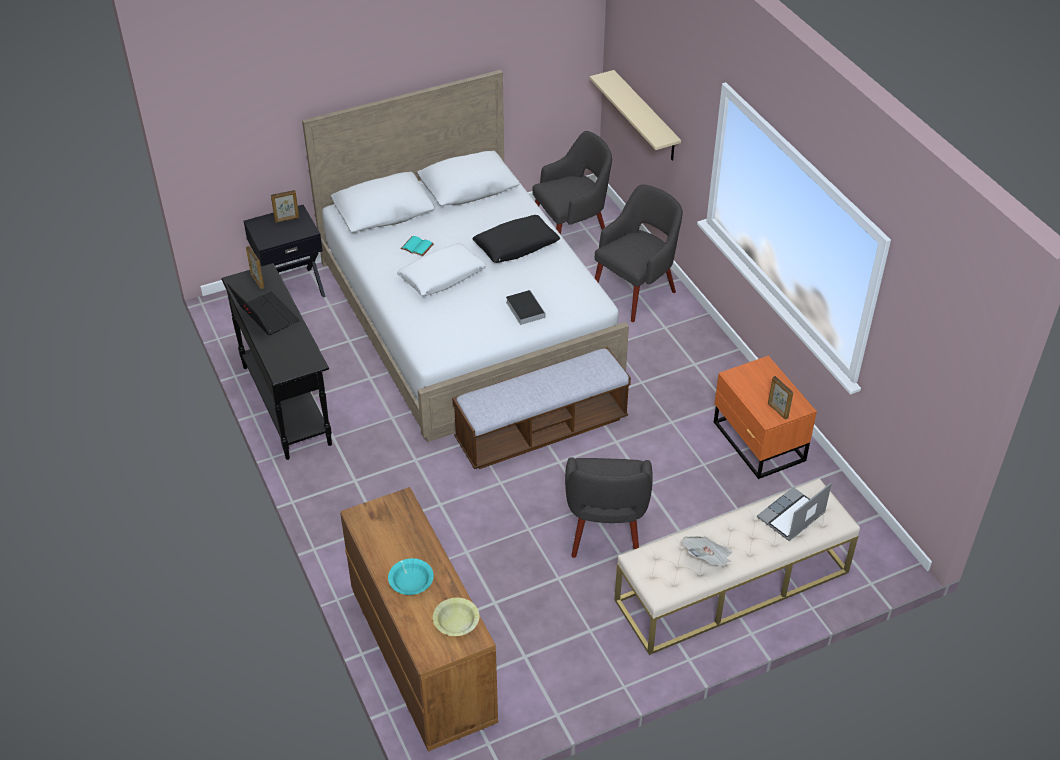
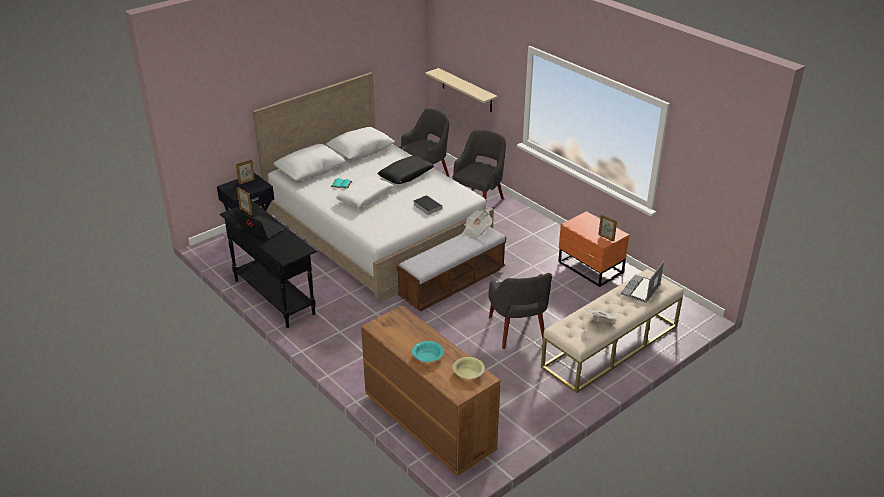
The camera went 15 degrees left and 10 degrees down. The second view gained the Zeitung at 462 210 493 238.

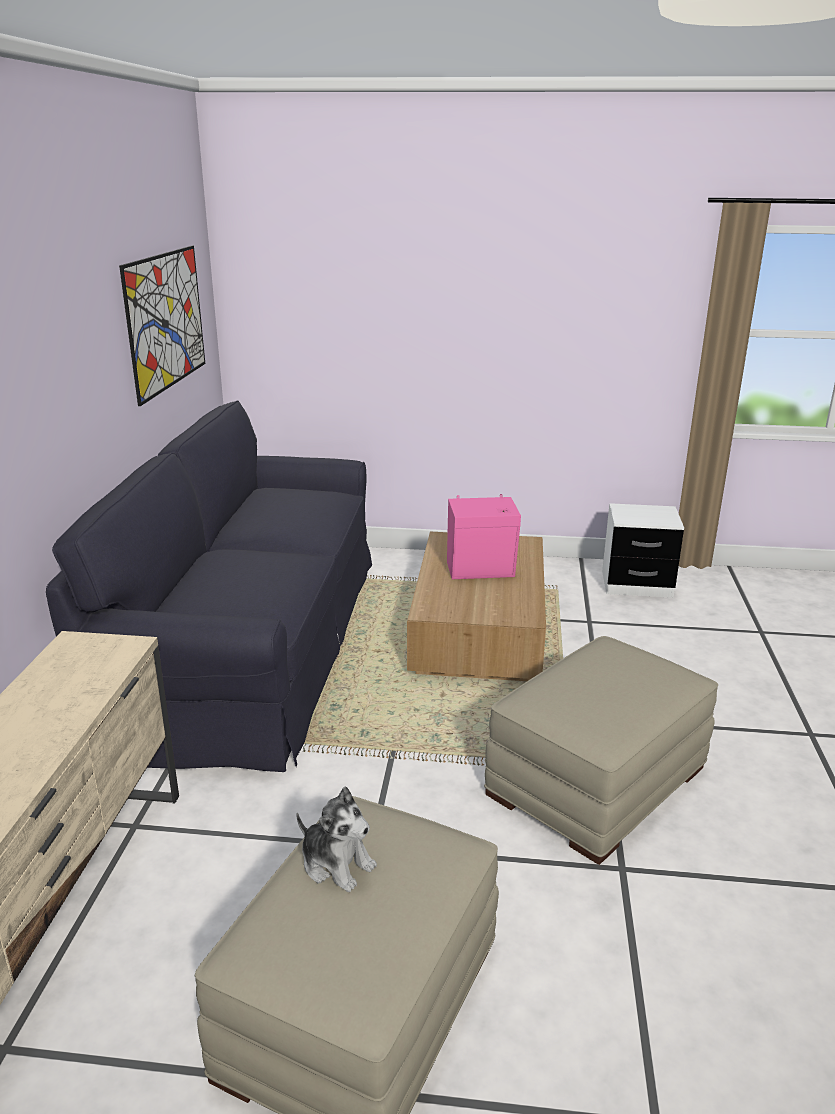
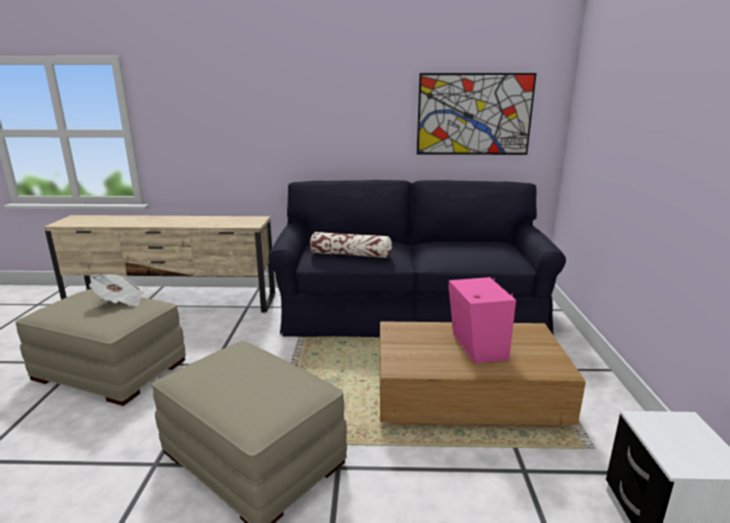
The camera went 85 degrees right and 5 degrees down. Where the Plüschtier stood at 296 787 377 892, the Zeitung came to stand at 89 274 144 306. The second view gained the Kissen at 310 232 392 258.

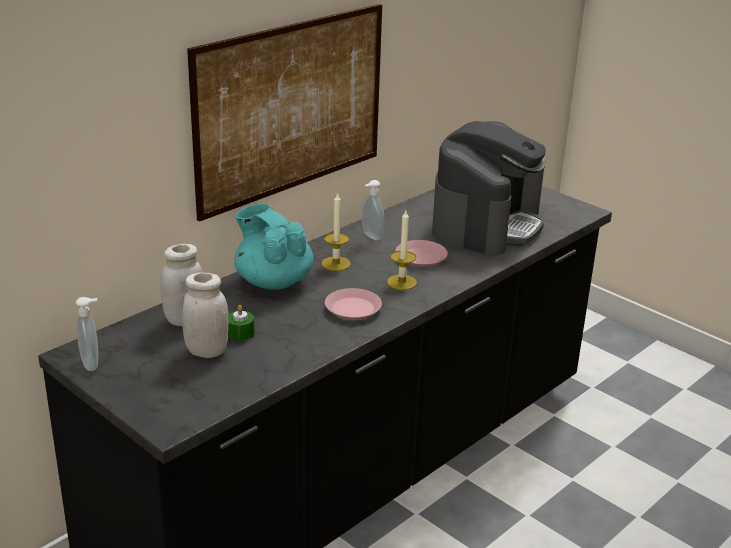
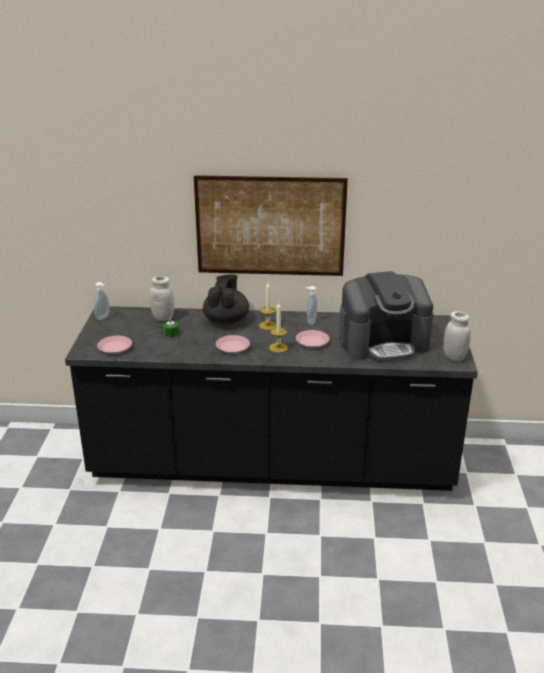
The camera went 50 degrees right and 0 degrees up. The second view gained the Teller (rosa) at 97 336 132 354. What was the Teekanne (türkis) at 234 204 314 290 turned into the Teekanne (schwarz) at 203 274 249 325. The Vorratsglas (weiß) ended up elsewhere, having gone from 182 272 229 358 to 443 311 471 361.

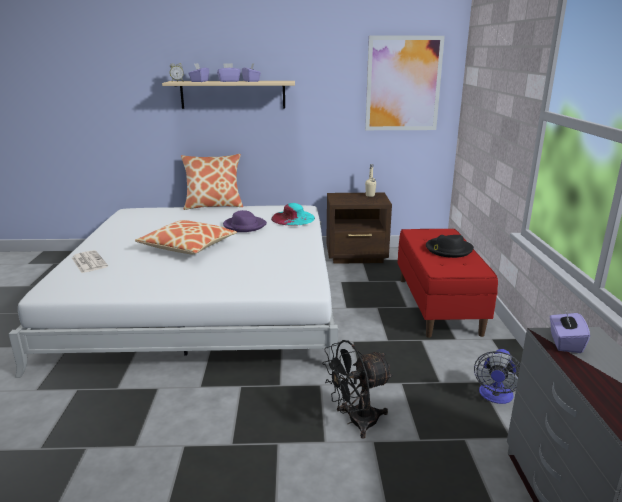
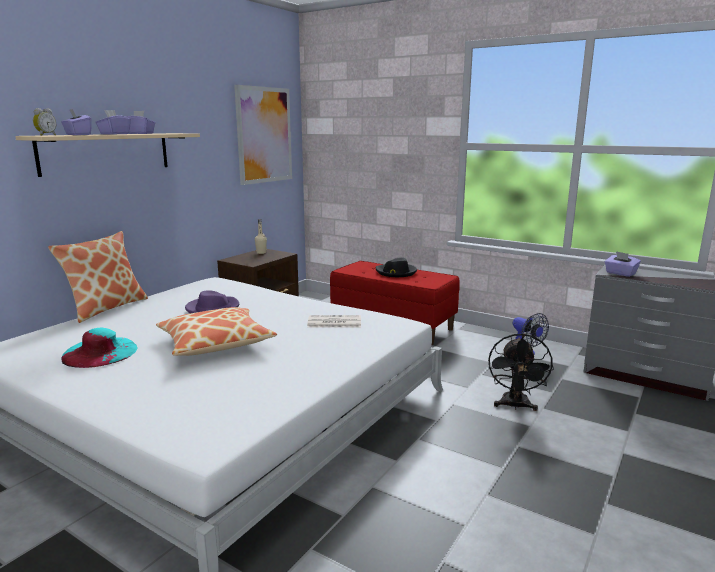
The camera went 55 degrees left and 5 degrees down. The Hut (türkis) ended up elsewhere, having gone from 271 203 315 226 to 61 328 138 368. The Zeitung ended up elsewhere, having gone from 72 250 108 273 to 307 315 361 328.

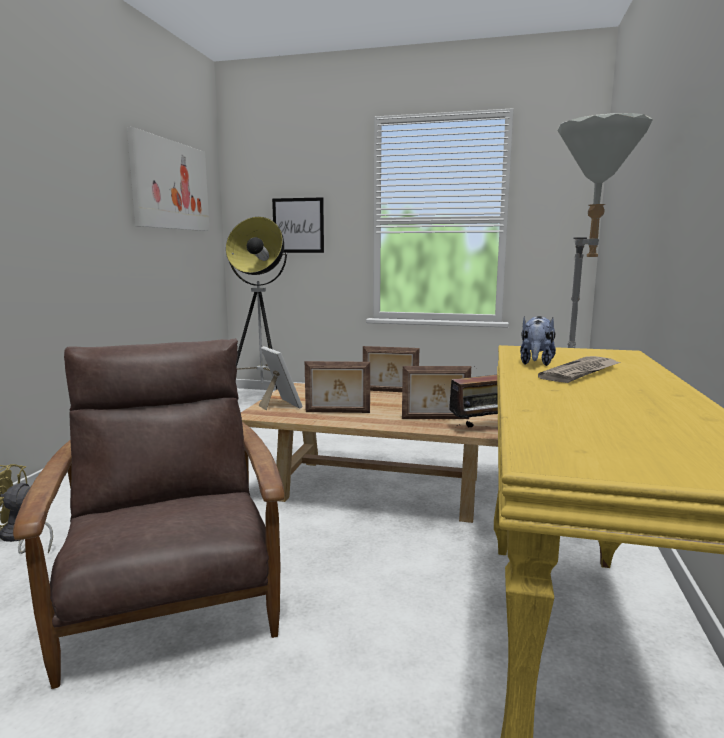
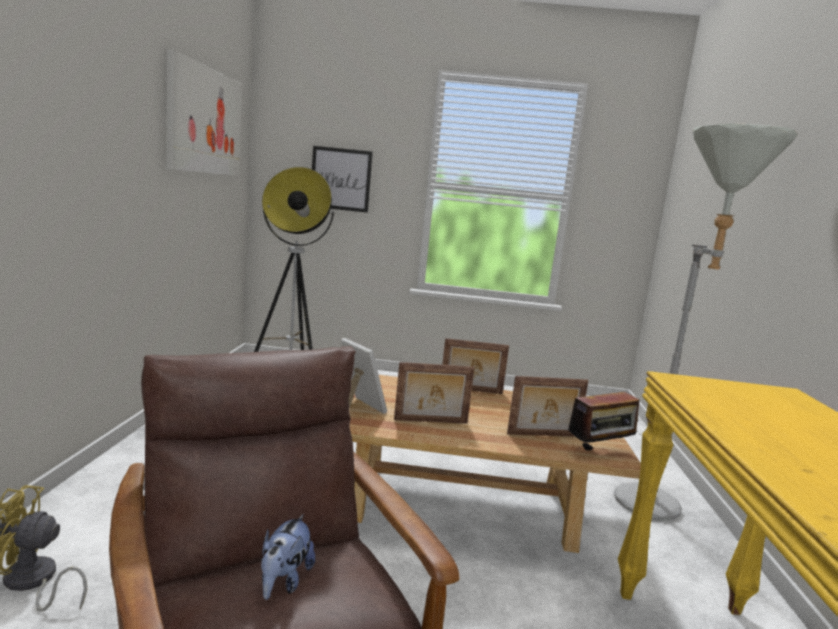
The camera went 10 degrees left and 0 degrees up. The Plüschtier ended up elsewhere, having gone from 520 316 556 366 to 261 514 315 600. The second view lost the Zeitung at 538 356 621 383.

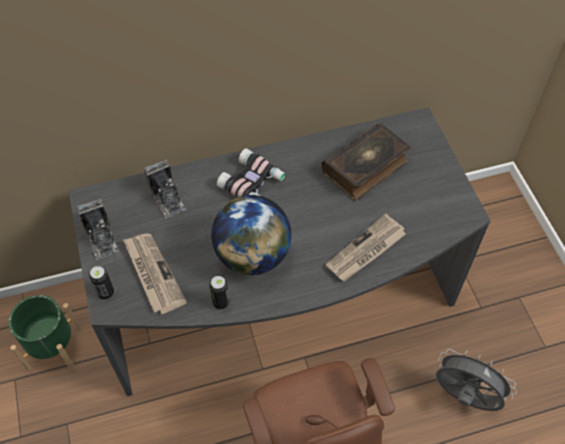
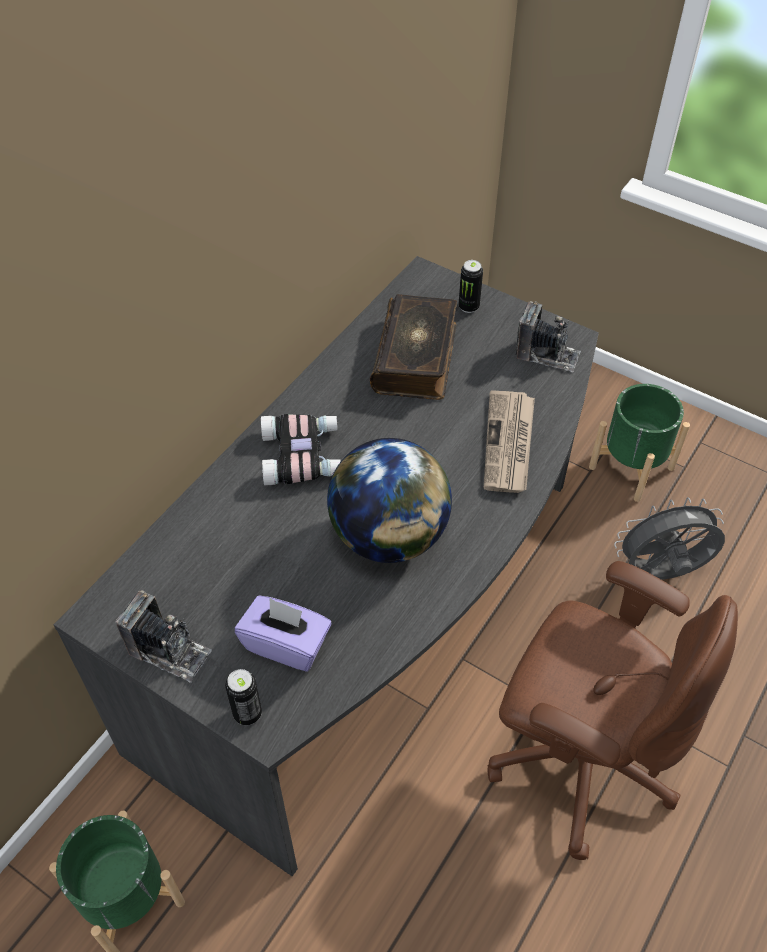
The camera went 40 degrees left and 5 degrees down. Where the Zeitung stood at 123 233 187 314, the Taschentuchbox (lila) came to stand at 235 596 332 672. The Dose ended up elsewhere, having gone from 209 276 230 309 to 459 260 483 313. The Kamera ended up elsewhere, having gone from 144 159 186 219 to 516 301 581 372. The second view gained the Pflanzkübel (grün) at 589 384 690 502.

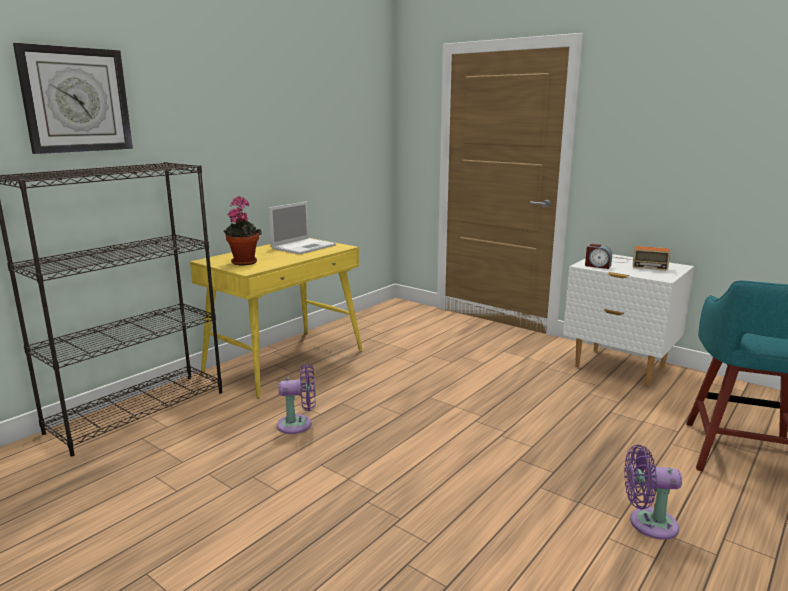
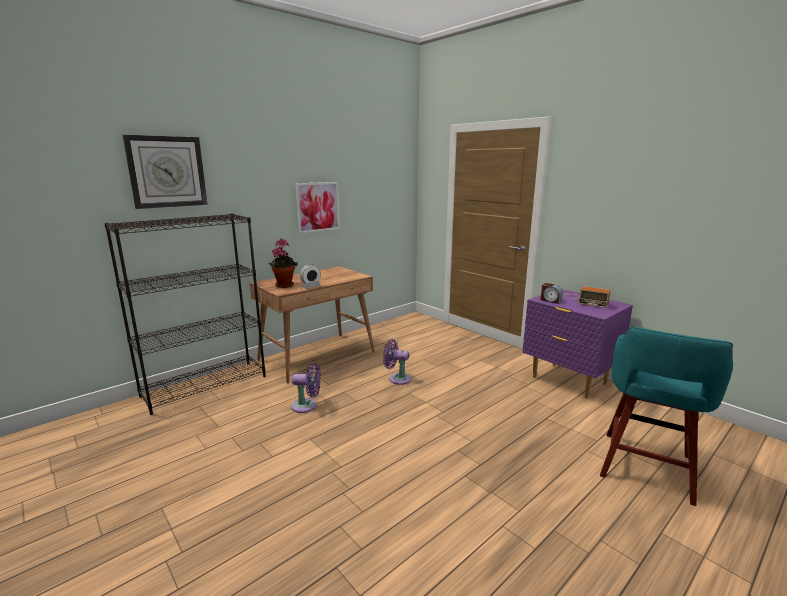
The camera went 10 degrees right and 0 degrees up. What was the Schreibtisch (gelb) at 190 238 363 399 turned into the Schreibtisch (braun) at 249 266 375 383. The second view gained the Bild at 295 182 340 234. The second view gained the Wecker at 300 264 321 289. The Ventilator (lila) ended up elsewhere, having gone from 624 445 682 540 to 383 339 411 385. What was the Nachttisch (weiß) at 563 254 694 386 turned into the Nachttisch (lila) at 523 289 633 399. The second view lost the Laptop at 268 201 336 255.

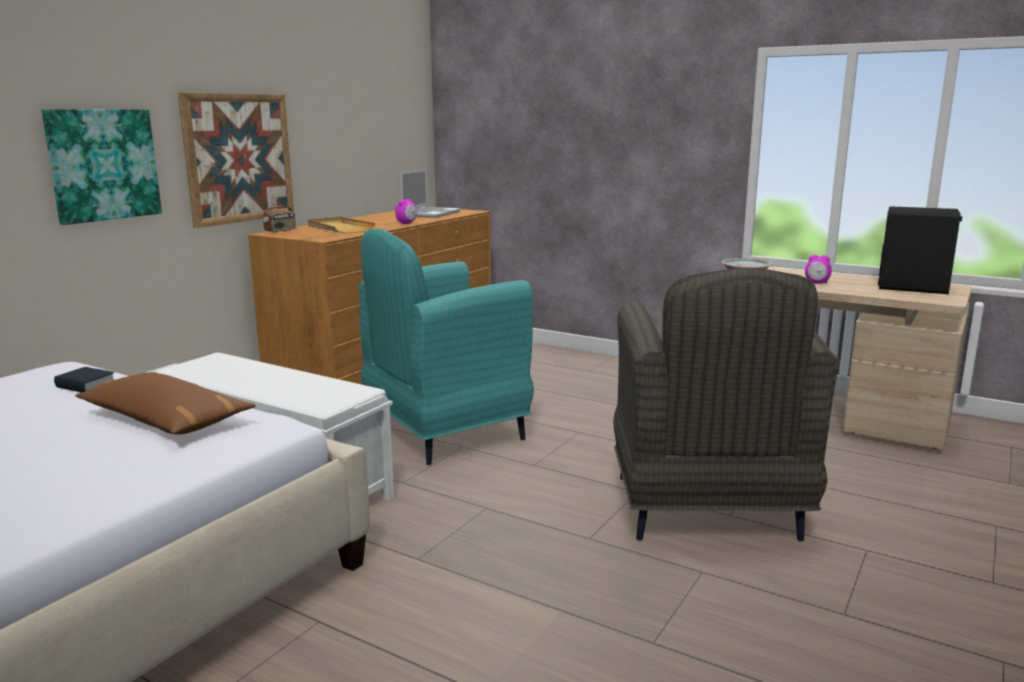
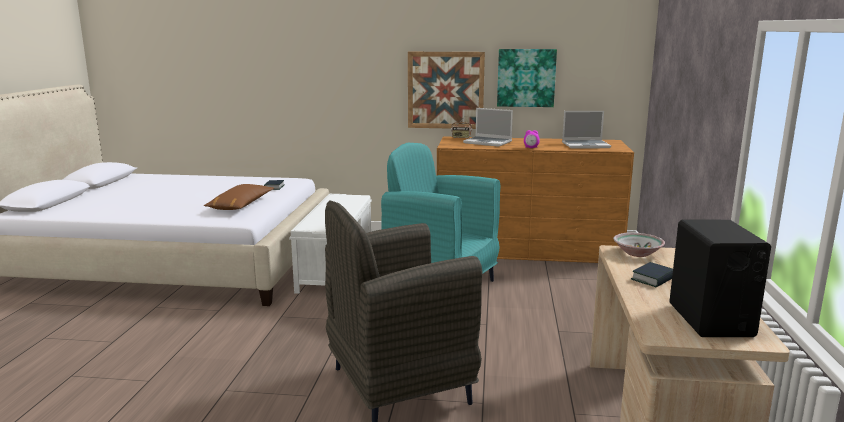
The camera went 65 degrees right and 0 degrees up. Where the Tablett (beige) stood at 308 217 376 233, the Laptop came to stand at 463 108 513 147. The Bild ended up elsewhere, having gone from 42 109 162 225 to 497 49 557 107. Where the Wecker stood at 805 255 832 284, the Buch came to stand at 631 262 673 287.

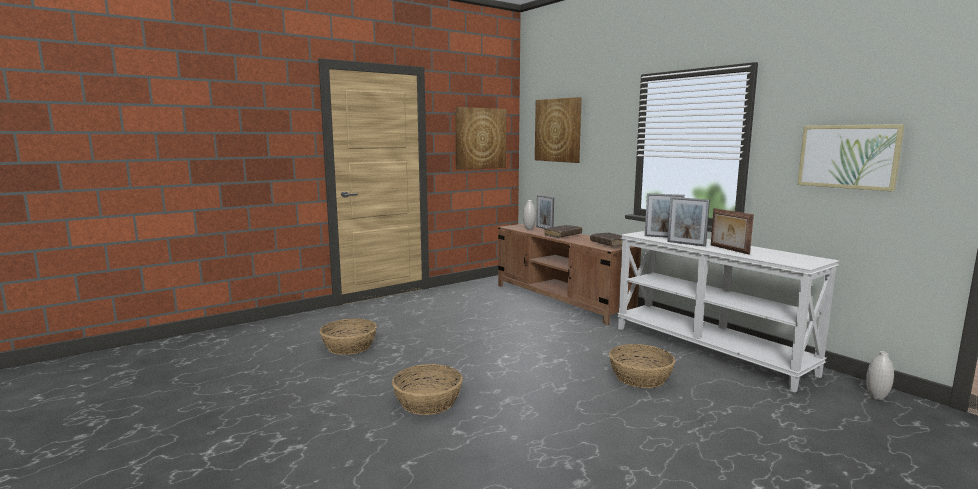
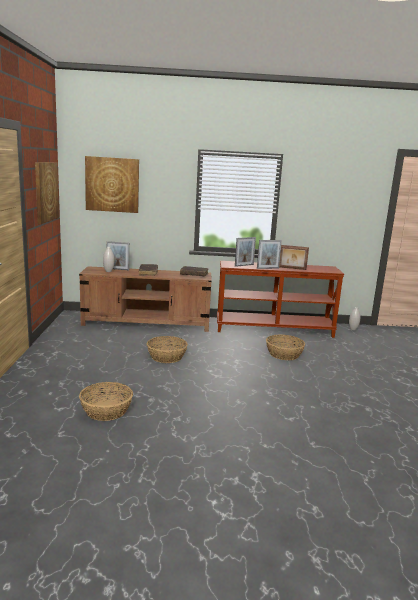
The camera went 55 degrees left and 5 degrees up. The Korb ended up elsewhere, having gone from 392 364 463 415 to 147 336 188 363. What was the Konsolentisch (weiß) at 617 231 839 393 turned into the Konsolentisch (braun) at 217 261 344 338. The second view lost the Bild at 797 124 905 192.

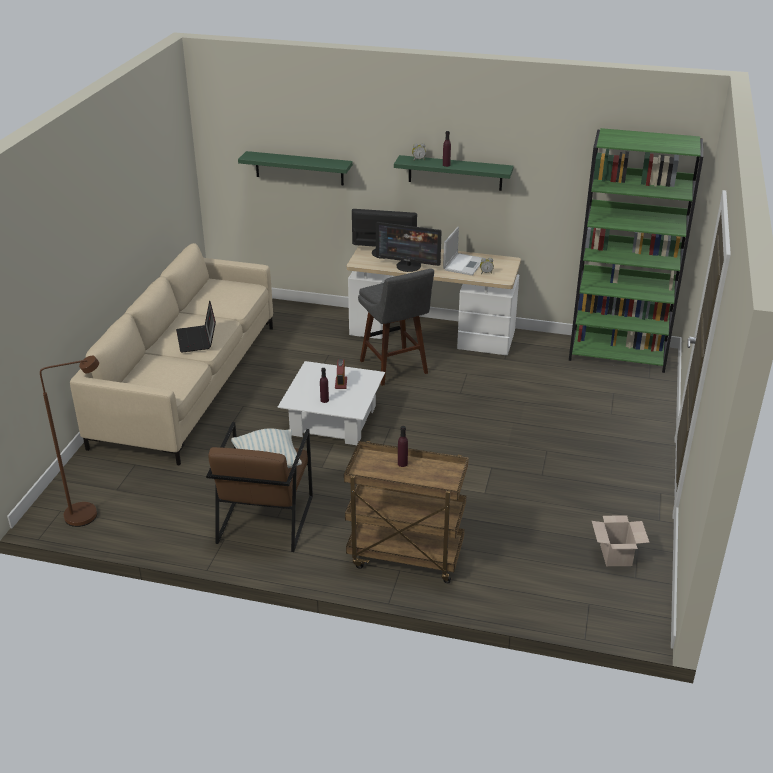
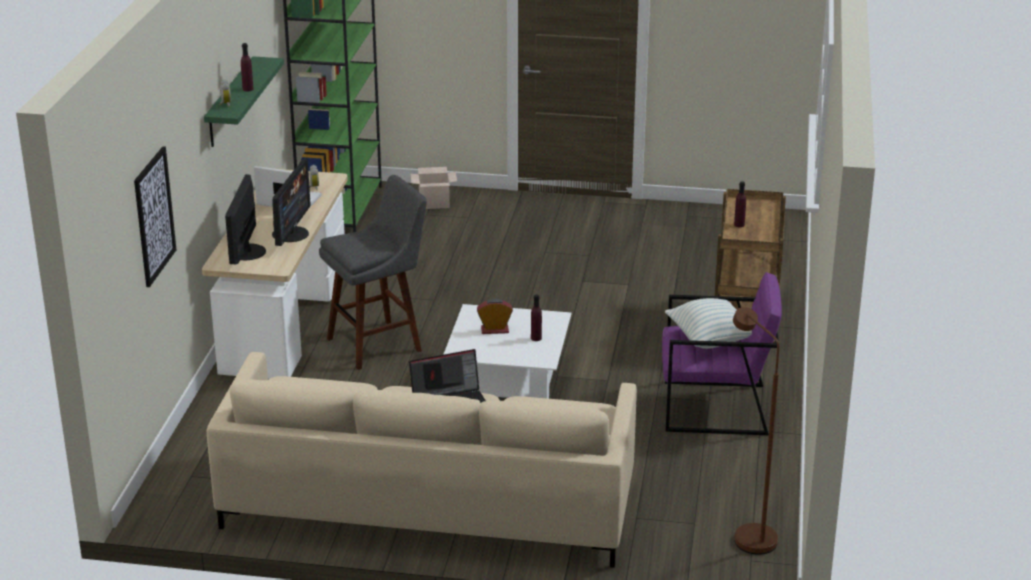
The camera went 95 degrees left and 5 degrees down. Where the Wandregal (grün) hung at 238 151 353 185, the Bild came to hang at 134 146 177 287. The Karton ended up elsewhere, having gone from 592 515 649 566 to 410 167 457 209. What was the Sessel (braun) at 206 422 313 552 turned into the Sessel (lila) at 662 272 782 435.

